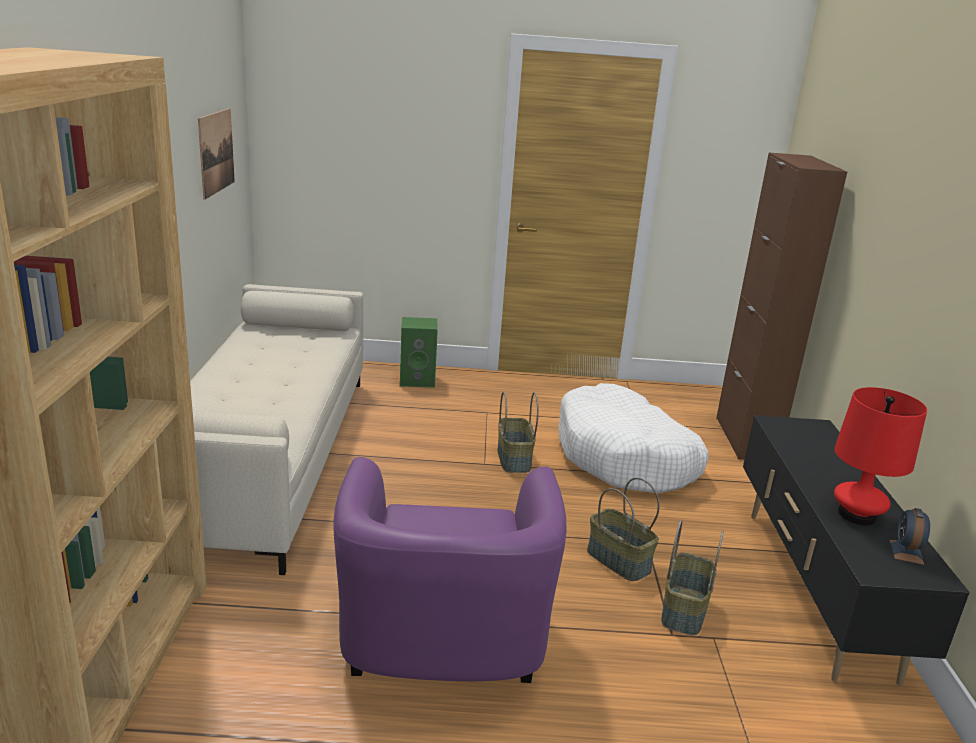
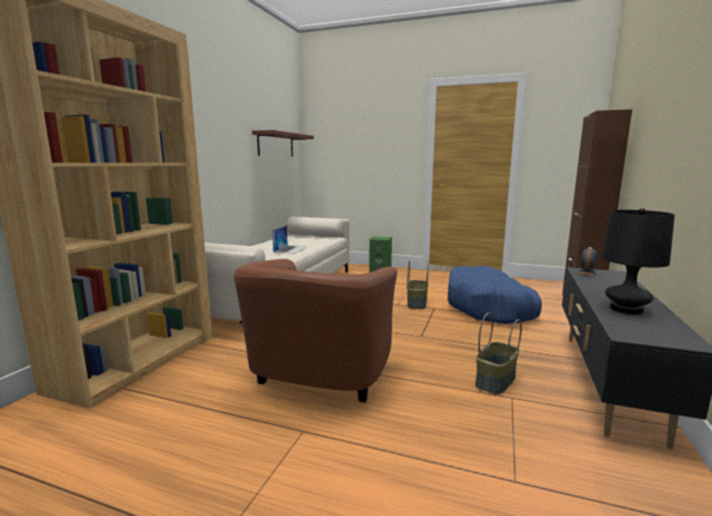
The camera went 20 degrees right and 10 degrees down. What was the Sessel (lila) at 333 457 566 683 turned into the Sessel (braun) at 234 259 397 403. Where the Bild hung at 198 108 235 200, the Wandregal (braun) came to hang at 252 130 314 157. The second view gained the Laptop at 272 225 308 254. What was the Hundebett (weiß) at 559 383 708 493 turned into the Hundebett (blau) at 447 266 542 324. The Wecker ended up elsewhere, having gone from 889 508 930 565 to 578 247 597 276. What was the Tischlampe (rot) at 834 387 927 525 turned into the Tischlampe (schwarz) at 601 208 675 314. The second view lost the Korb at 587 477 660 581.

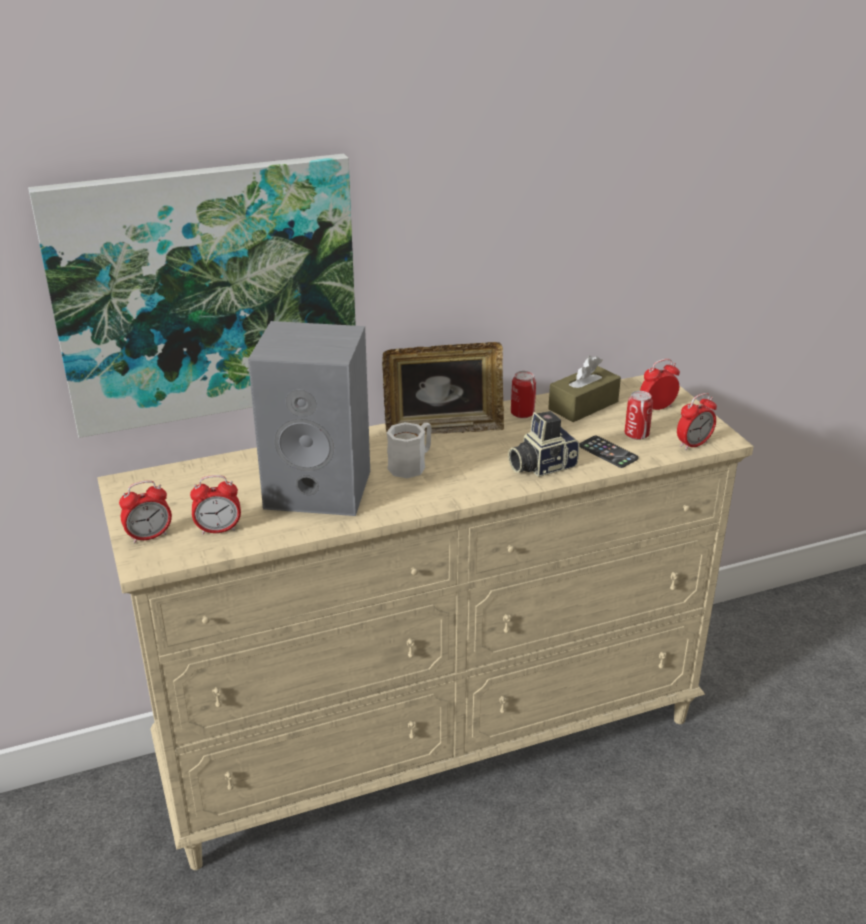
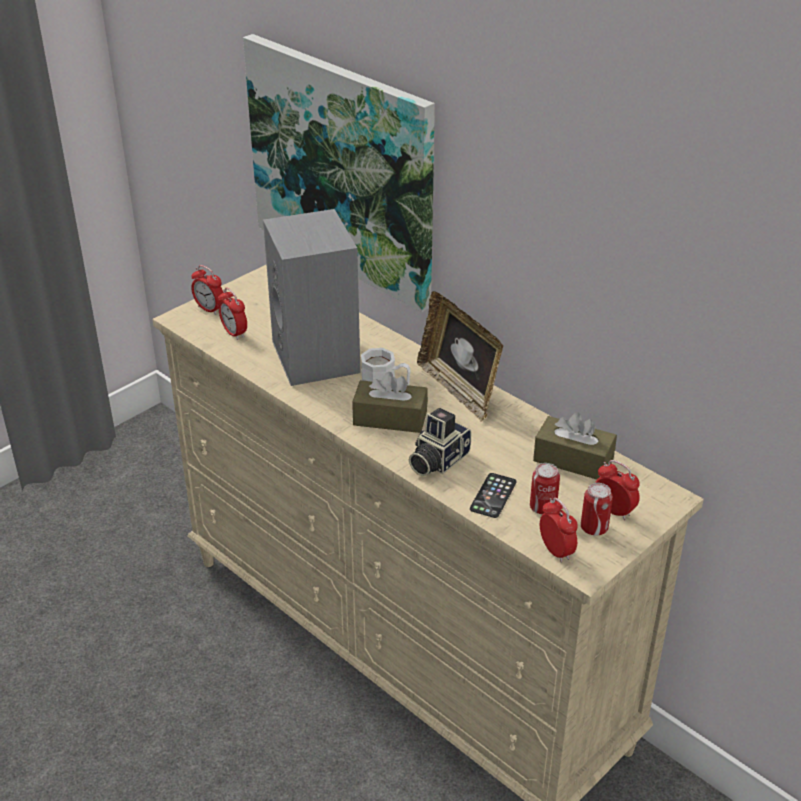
The camera went 65 degrees right and 5 degrees up. The second view gained the Taschentuchbox (braun) at 352 372 428 433. The Kamera at 508 411 580 477 ended up facing another way, 90 degrees counterclockwise from before. The Wecker at 677 393 717 450 ended up facing another way, 150 degrees counterclockwise from before. The Dose ended up elsewhere, having gone from 511 371 536 418 to 581 483 613 535.

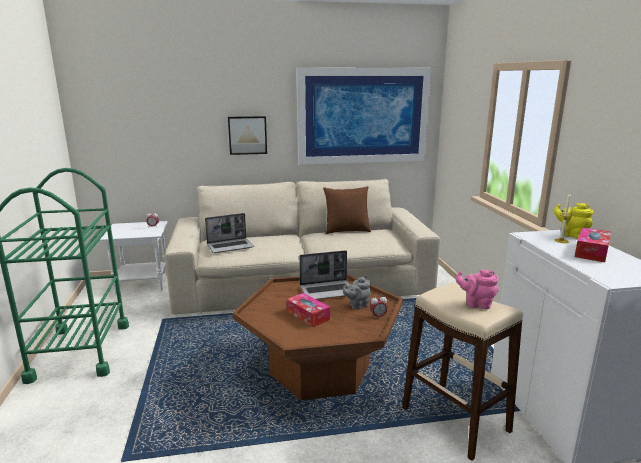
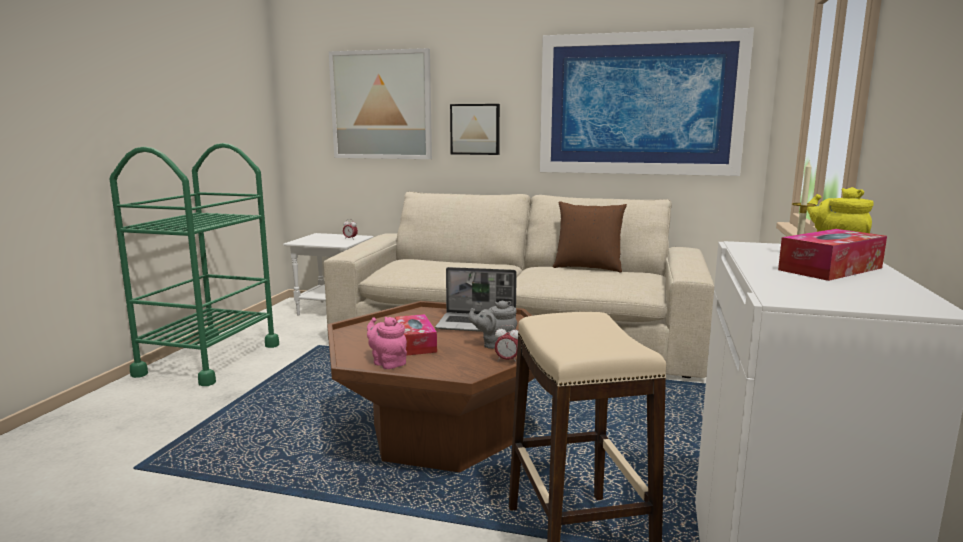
The camera went 25 degrees right and 5 degrees down. The second view gained the Bild at 329 48 432 159. The Teekanne (rosa) ended up elsewhere, having gone from 456 270 498 309 to 367 317 407 369. The second view lost the Laptop at 205 213 254 253.

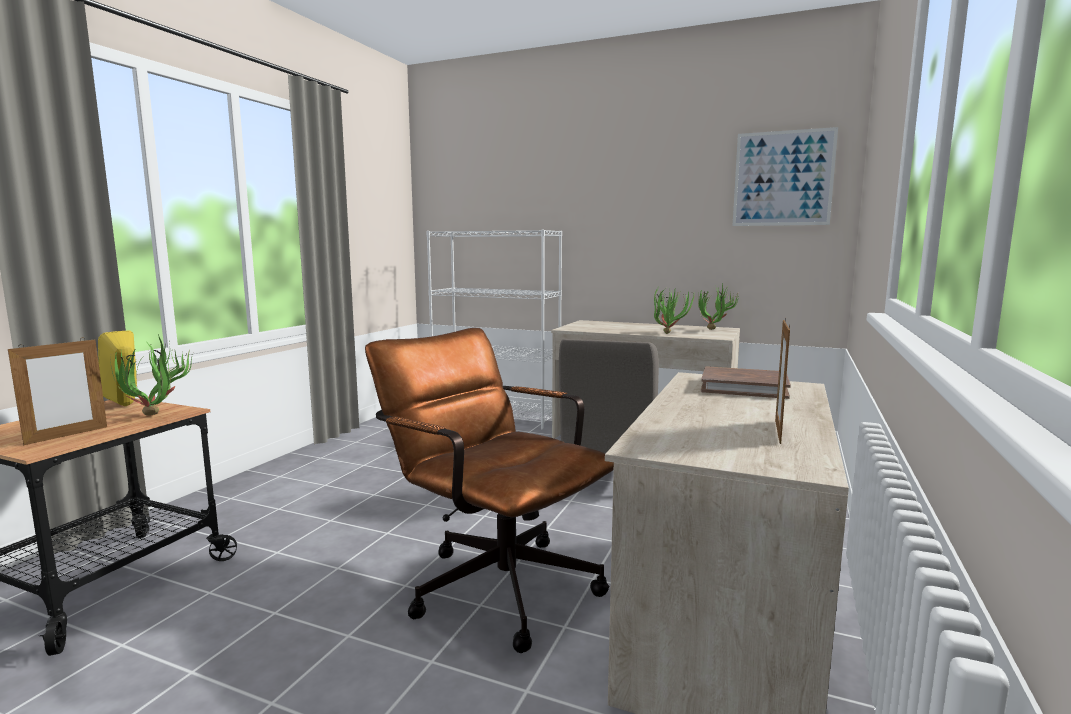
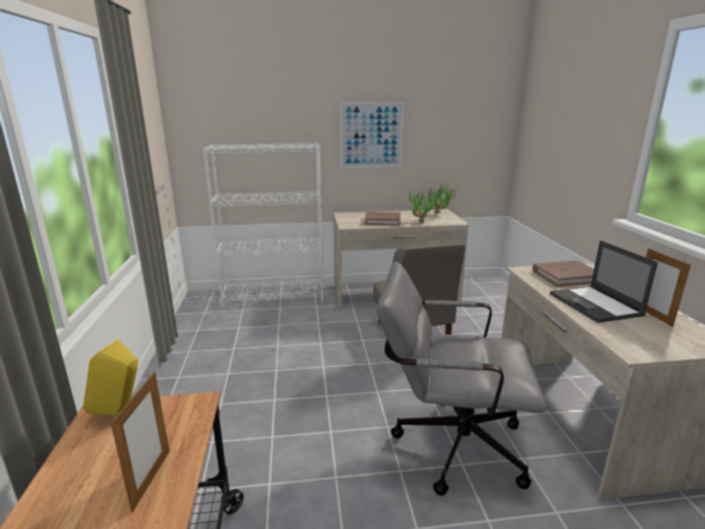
The camera went 30 degrees left and 10 degrees up. The Bild ended up elsewhere, having gone from 733 127 838 226 to 340 102 404 168. The second view gained the Buch (braun) at 364 212 401 225. What was the Bürostuhl (braun) at 365 328 614 653 turned into the Bürostuhl (grau) at 377 261 546 496. The second view gained the Laptop at 550 240 658 323. The second view lost the Topfpflanze at 110 337 194 416.

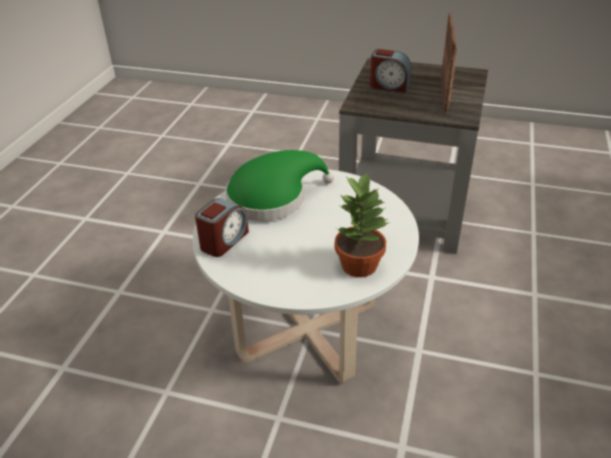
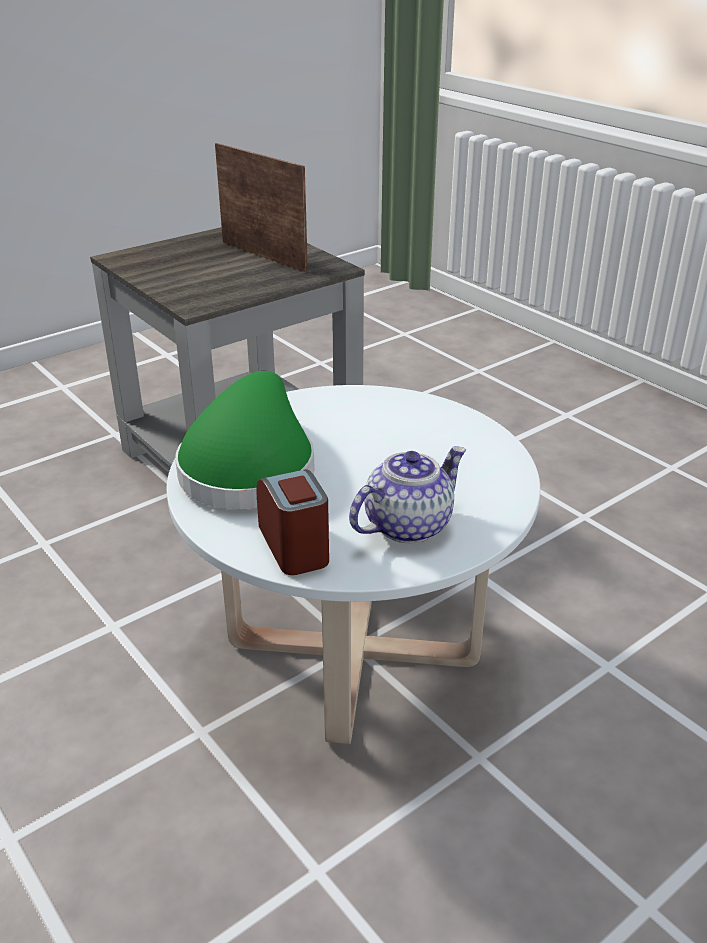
The camera went 55 degrees left and 5 degrees down. The second view gained the Teekanne at 349 446 466 543. The second view lost the Topfpflanze at 335 172 390 277. The second view lost the Wecker at 370 49 412 92.

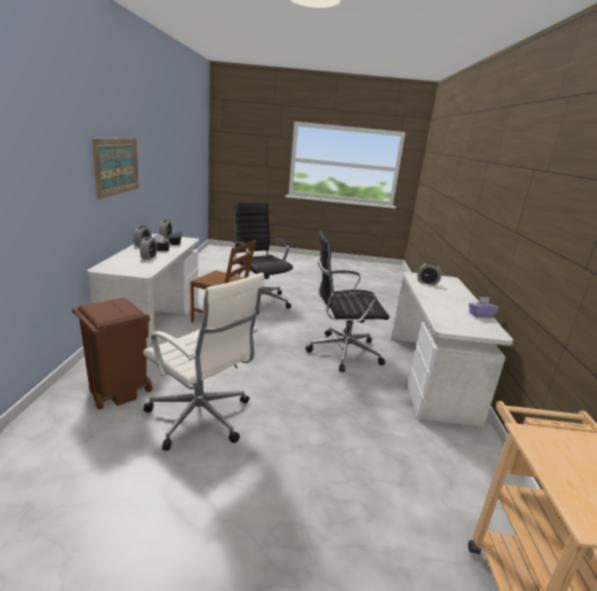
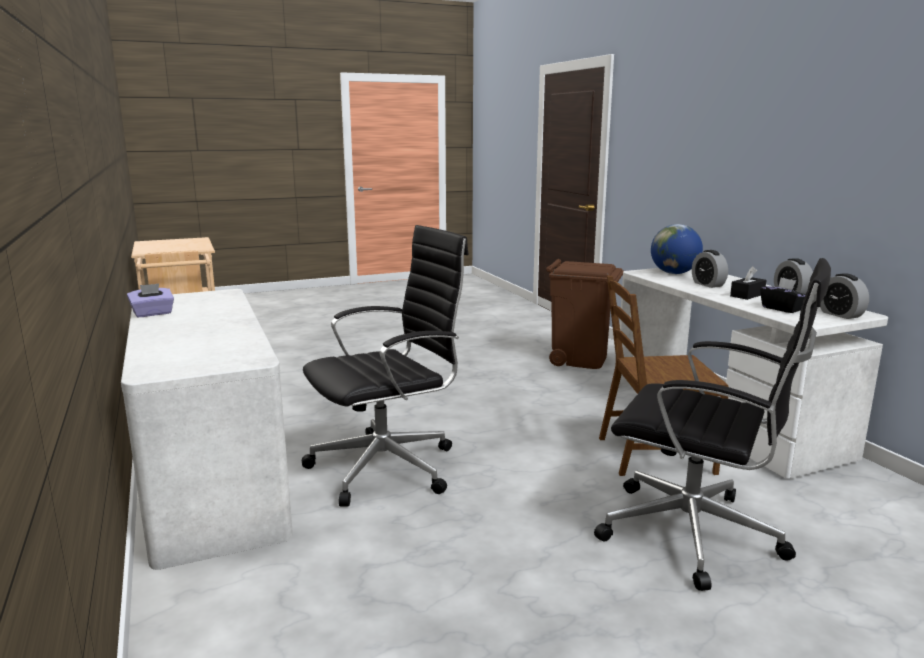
The camera went 155 degrees right and 5 degrees down. The second view gained the Globus at 651 224 703 274. The second view lost the Bild at 92 138 139 199. The second view lost the Bürostuhl (weiß) at 143 273 265 451. The second view lost the Wecker at 417 262 442 285.

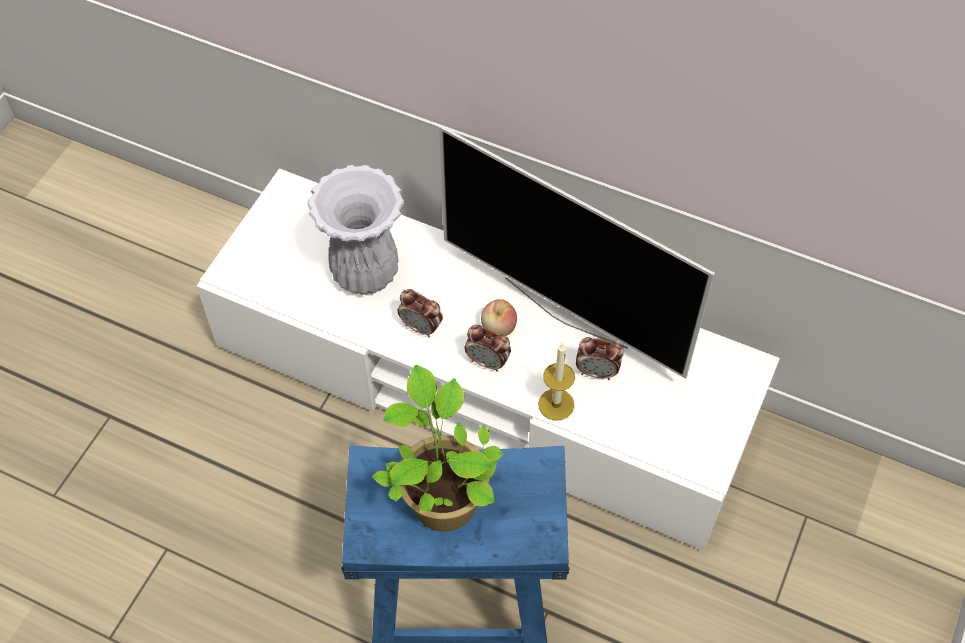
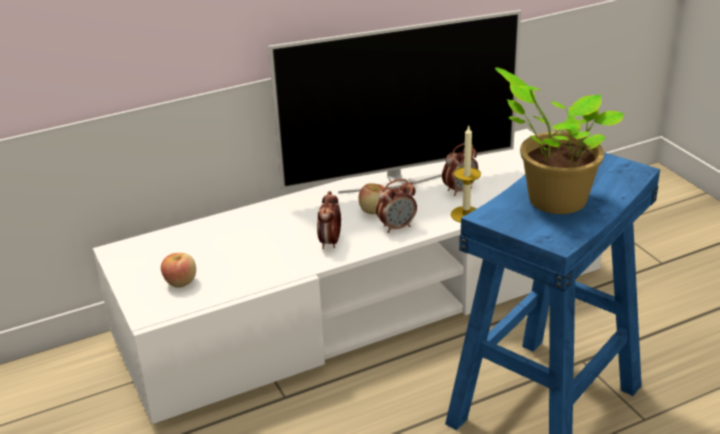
The camera went 50 degrees left and 25 degrees down. The second view gained the Apfel at 161 253 196 288. The Wecker at 398 289 443 338 ended up facing another way, 120 degrees clockwise from before. The second view lost the Vase (weiß) at 308 165 404 295.

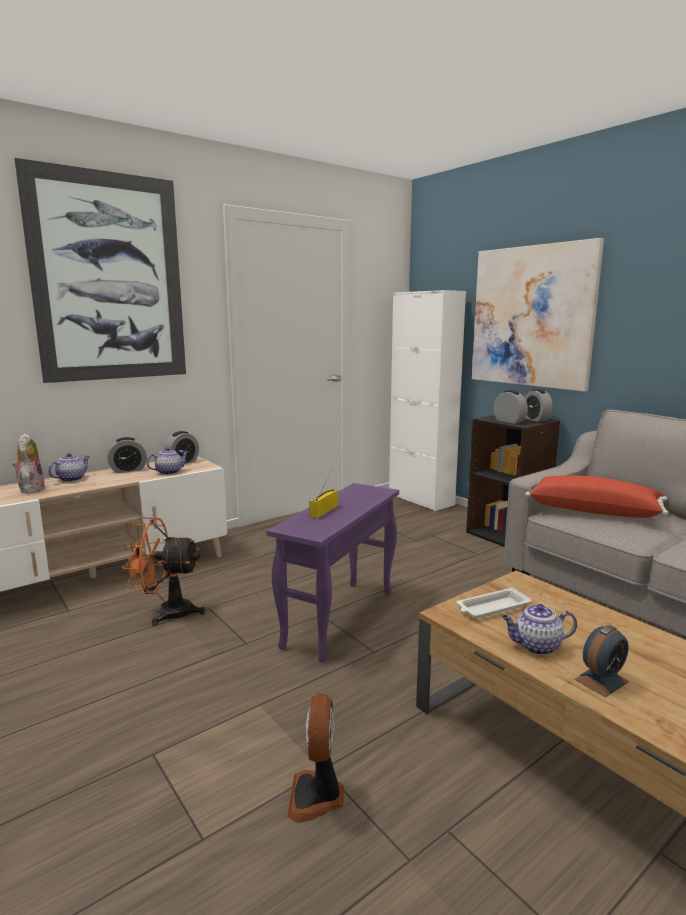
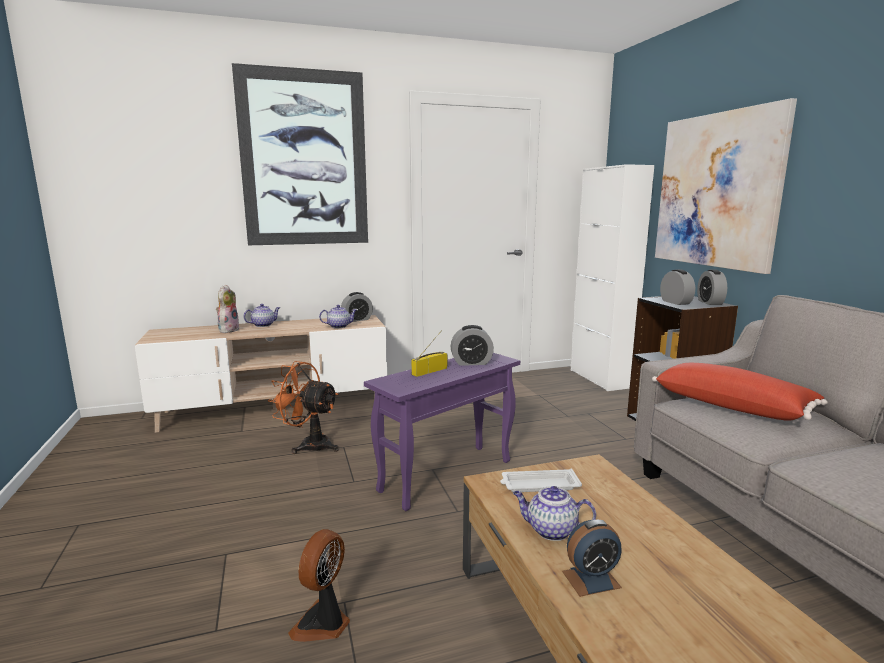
The camera went 20 degrees right and 0 degrees up. The Wecker ended up elsewhere, having gone from 107 437 147 473 to 450 325 494 366.

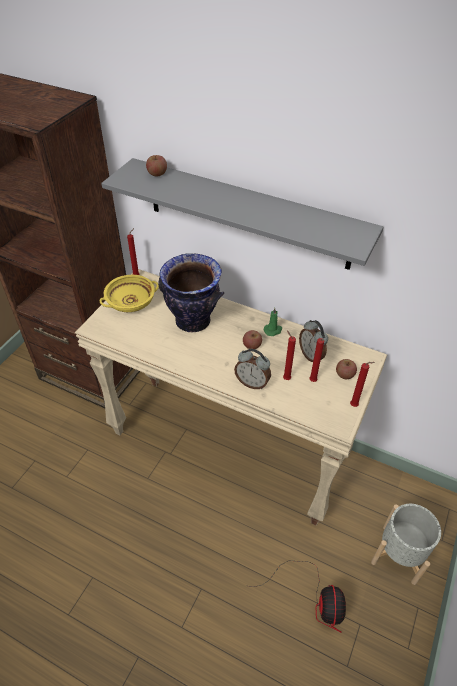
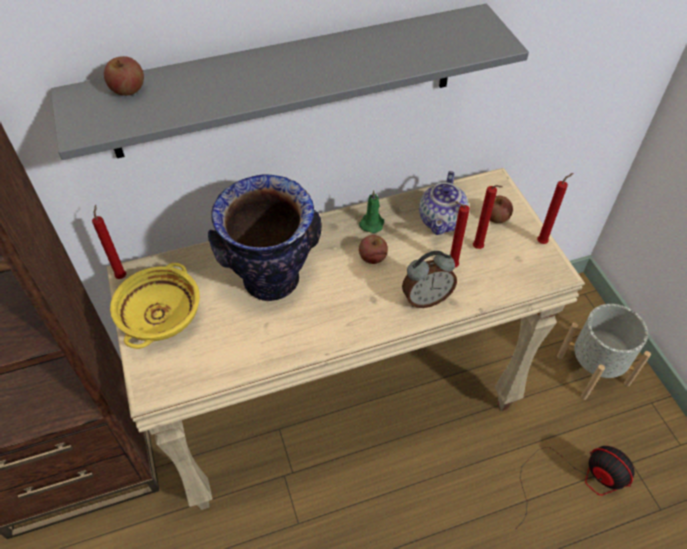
The camera went 45 degrees left and 5 degrees up. Where the Wecker stood at 299 320 328 362, the Teekanne came to stand at 419 171 469 235.

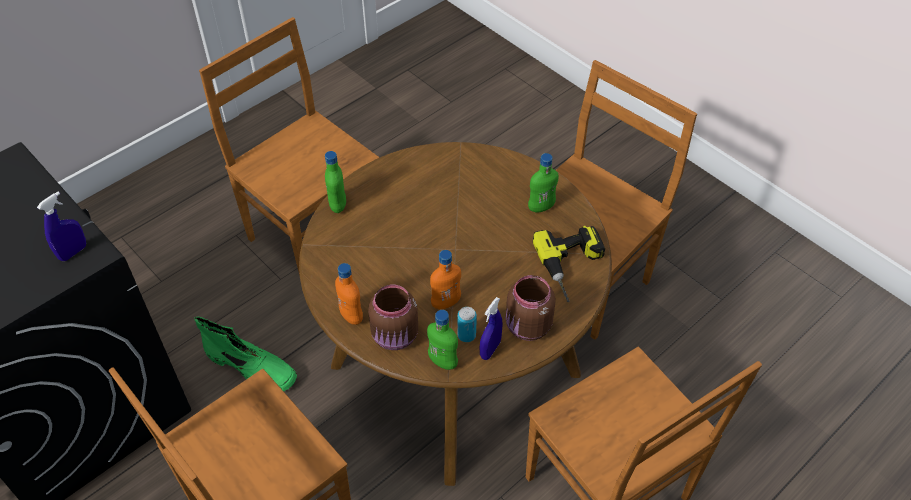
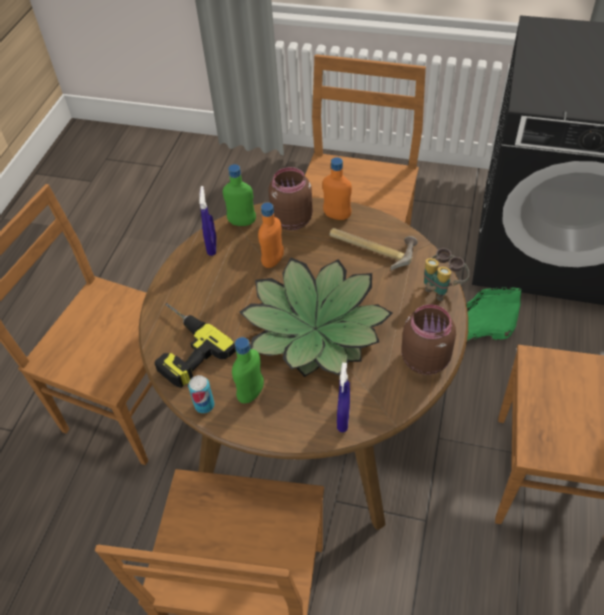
The camera went 150 degrees right and 0 degrees up. The Dose ended up elsewhere, having gone from 458 307 477 342 to 188 375 215 413. The second view gained the Topfpflanze at 240 258 393 377. The second view gained the Hammer at 329 228 418 271. The Sprühflasche (blau) ended up elsewhere, having gone from 37 192 86 261 to 337 363 350 432. The Vorratsglas (braun) ended up elsewhere, having gone from 506 275 556 341 to 401 304 456 375. Where the Flasche (grün) stood at 325 151 346 213, the Fernglas came to stand at 424 248 469 301.

